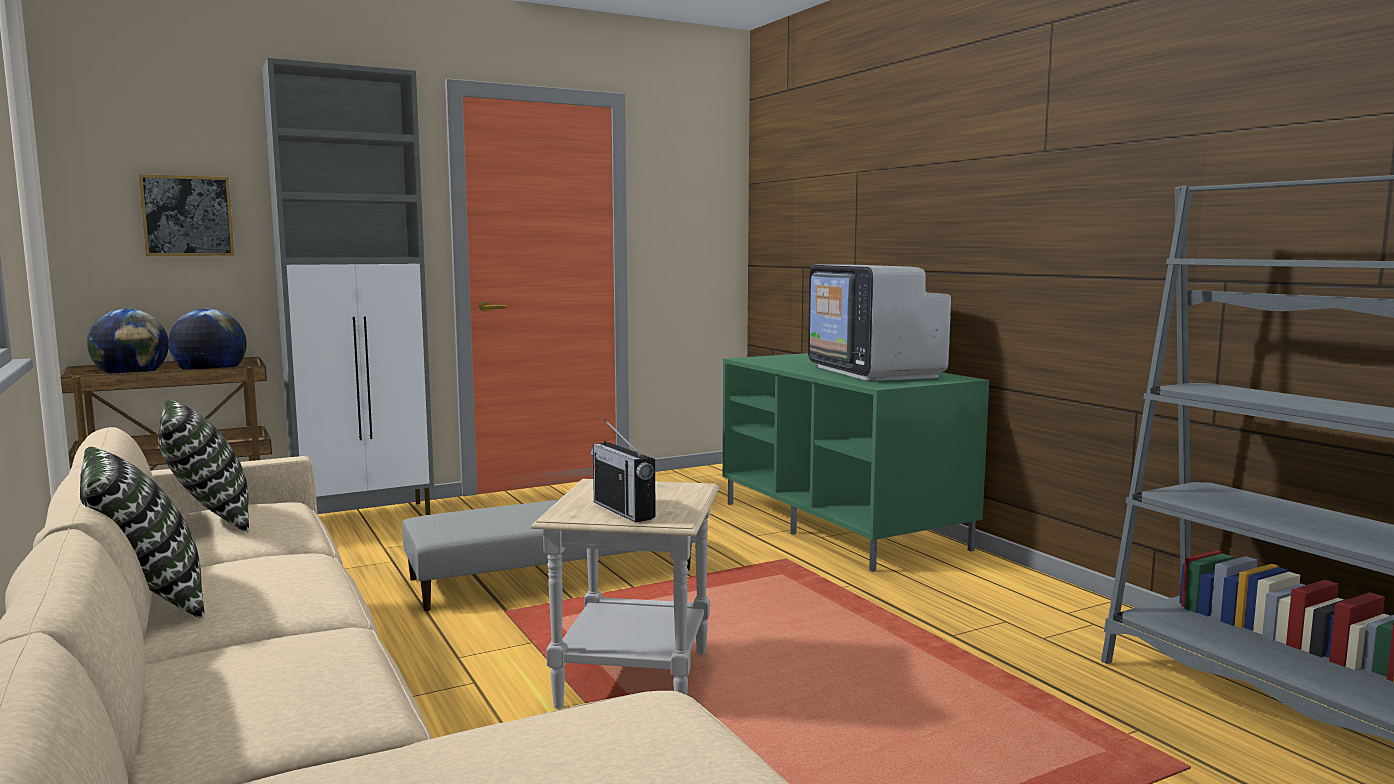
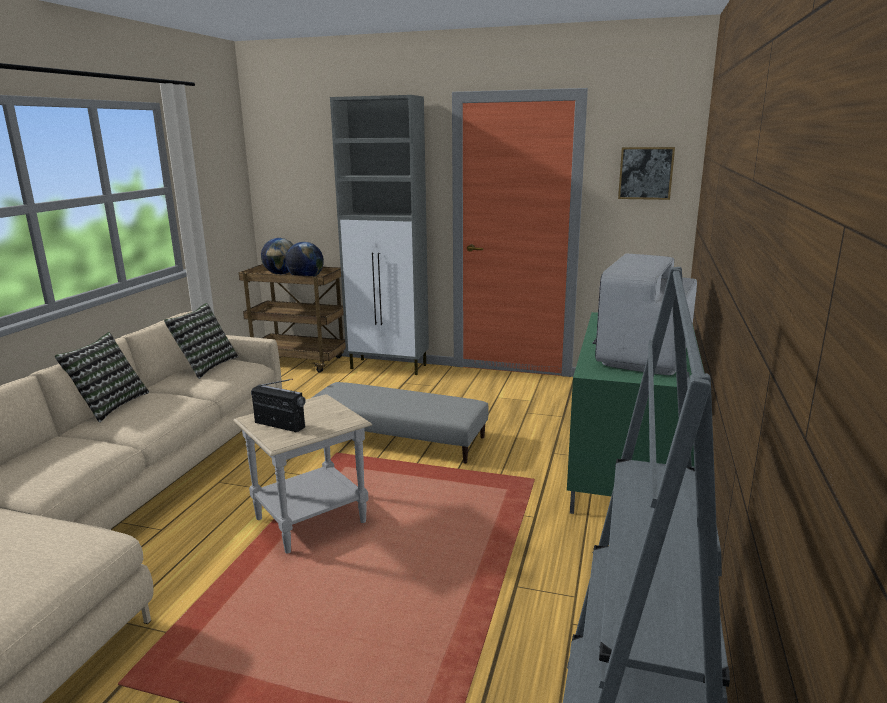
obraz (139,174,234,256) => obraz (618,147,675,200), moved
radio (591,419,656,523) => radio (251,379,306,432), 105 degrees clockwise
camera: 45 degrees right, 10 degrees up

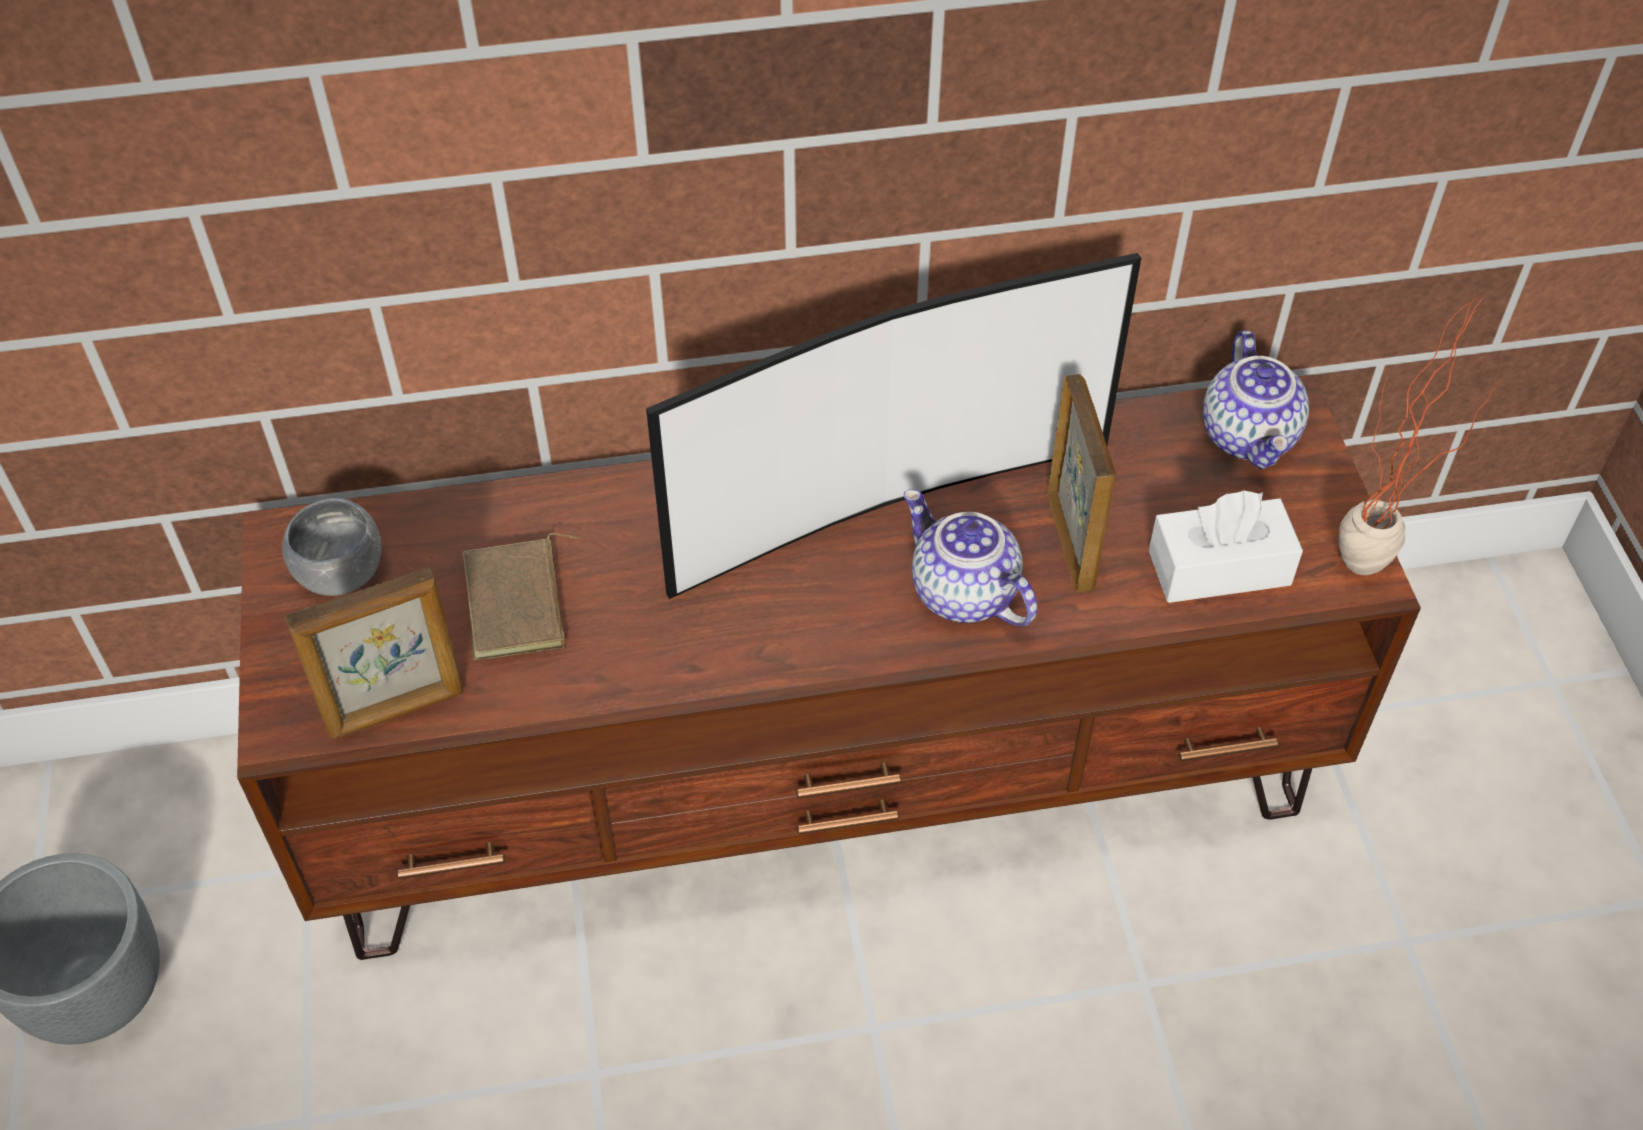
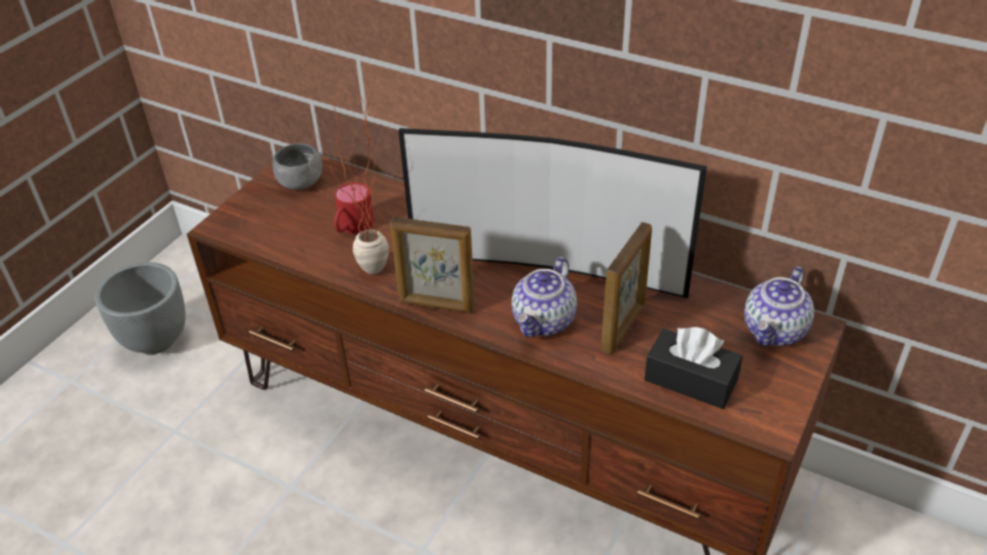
ramka na zdjęcie (285,567,464,740) => ramka na zdjęcie (390,216,475,313), moved
książka (brązowy) (463,533,579,661) => kubek (czerwony) (334,183,374,234)
imbryk (904,489,1037,627) => imbryk (511,257,577,337), 150 degrees counterclockwise
pudełko chusteczek (biały) (1149,490,1303,603) => pudełko chusteczek (czarny) (644,327,743,409)
roślina doniczkowa (1338,294,1498,575) => roślina doniczkowa (315,87,389,274), moved
camera: 40 degrees right, 10 degrees down

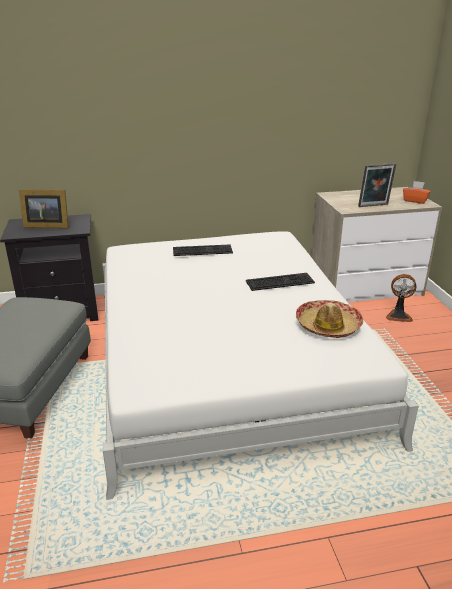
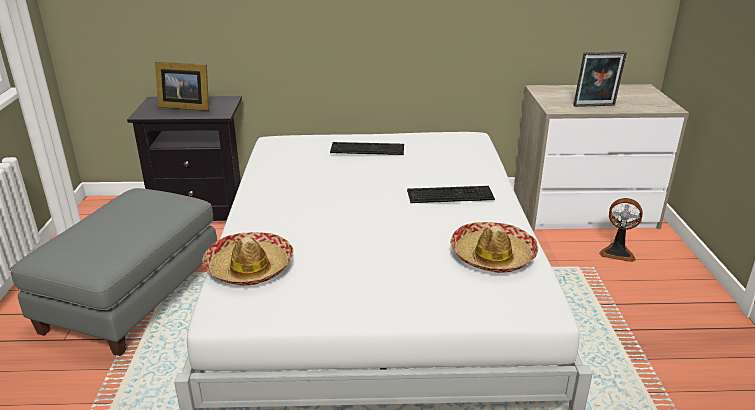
pudełko chusteczek (pomarańczowy) (403,181,431,204) => nothing
nothing => kapelusz (202,232,293,286)
camera: 10 degrees right, 0 degrees up

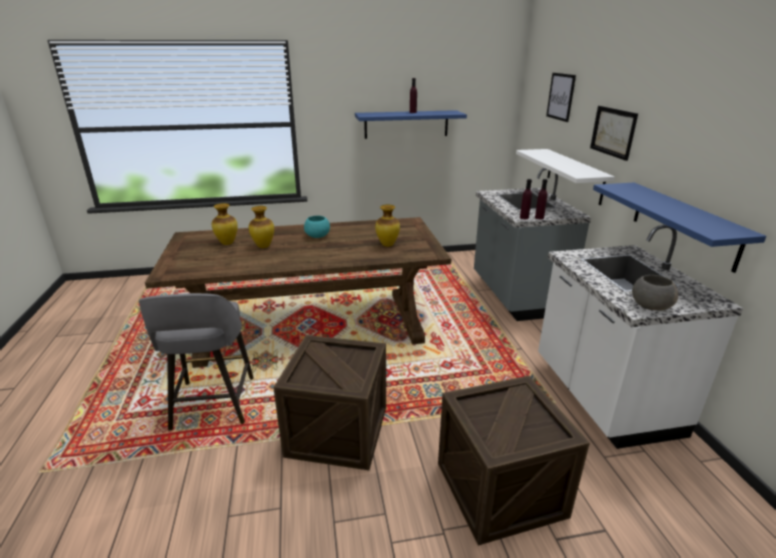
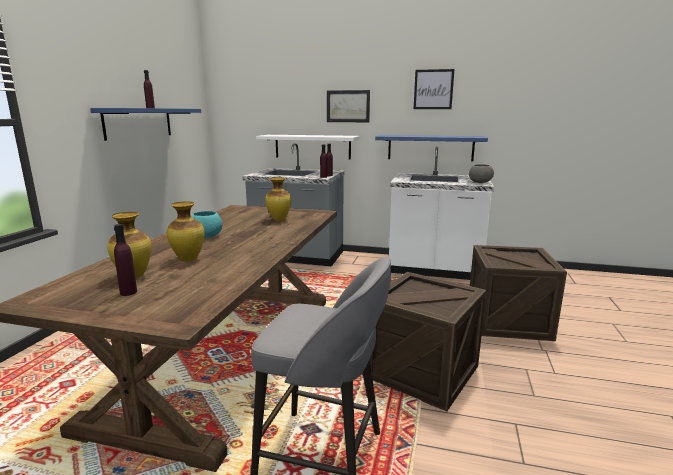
obraz (546,73,576,122) => obraz (414,69,454,109), moved
nothing => butelka (fioletowy) (114,224,137,296)
camera: 65 degrees left, 10 degrees down

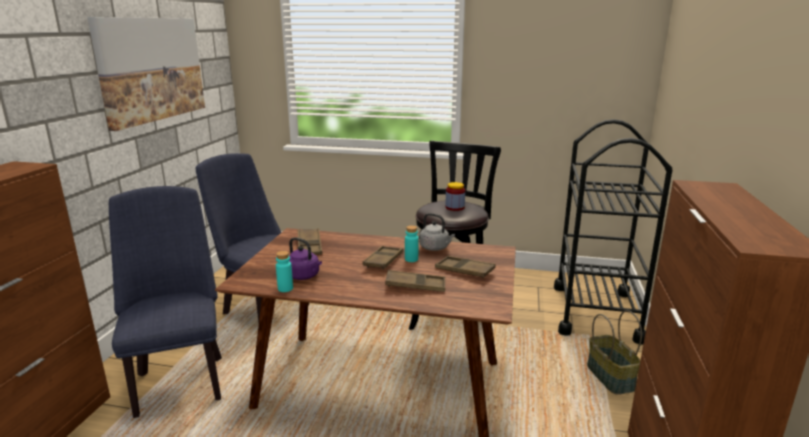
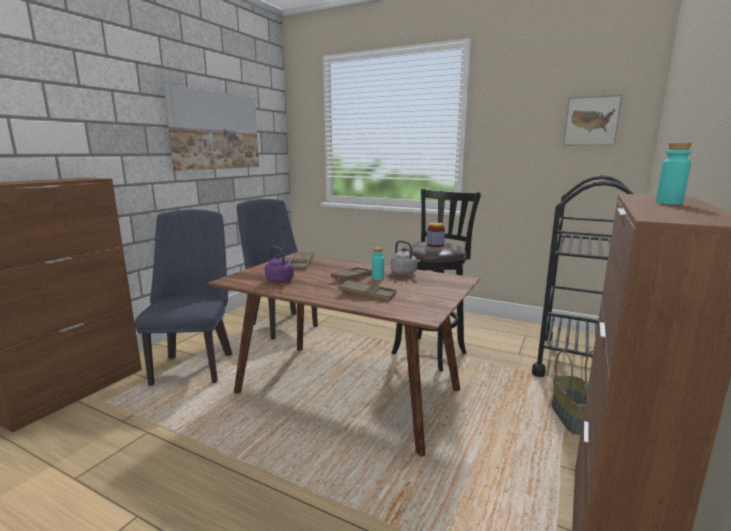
butelka (turkusowy) (276,251,293,292) => butelka (turkusowy) (656,143,692,205), moved
taca (brązowy) (435,256,495,278) => nothing
nothing => obraz (563,94,623,146)
camera: 15 degrees right, 5 degrees down

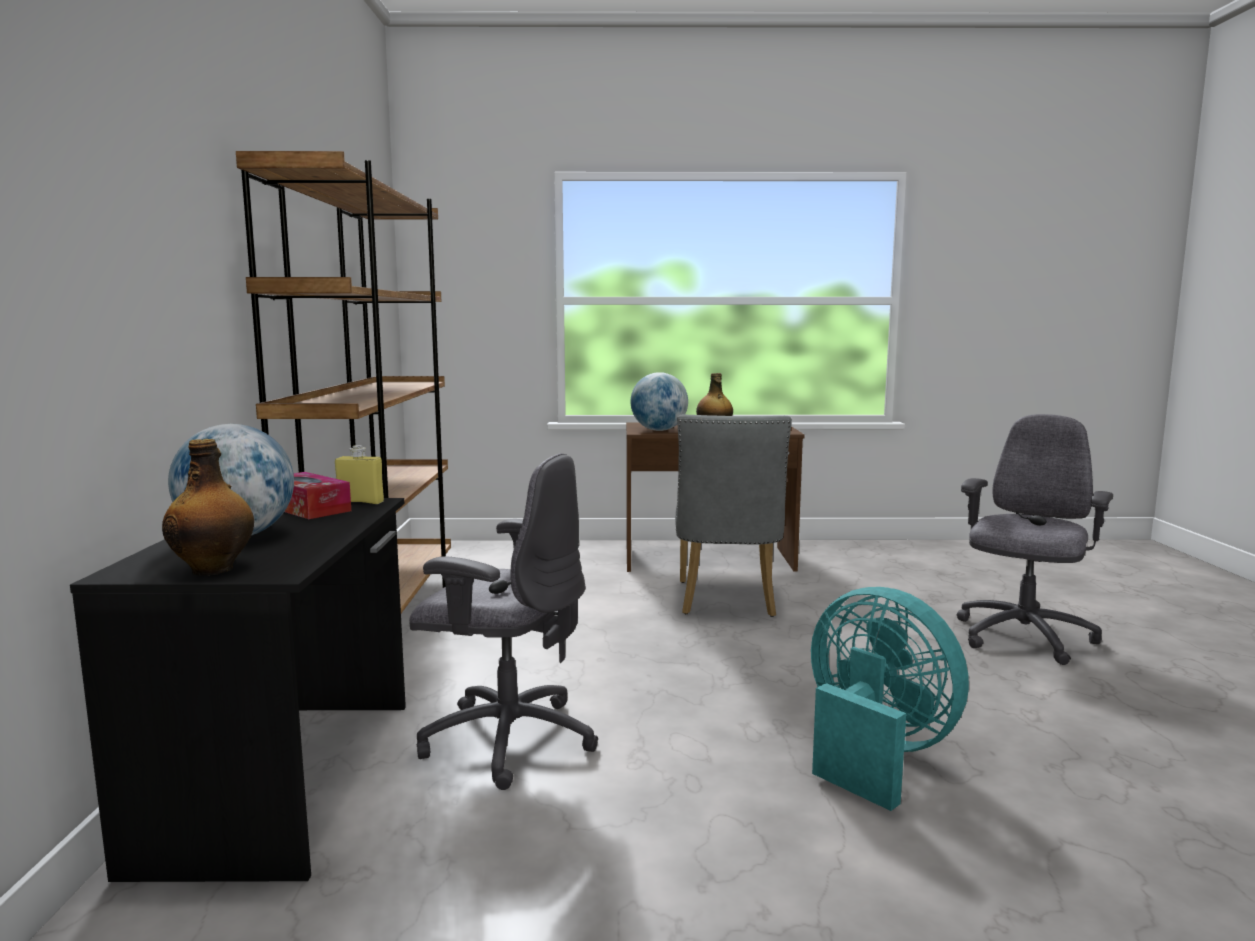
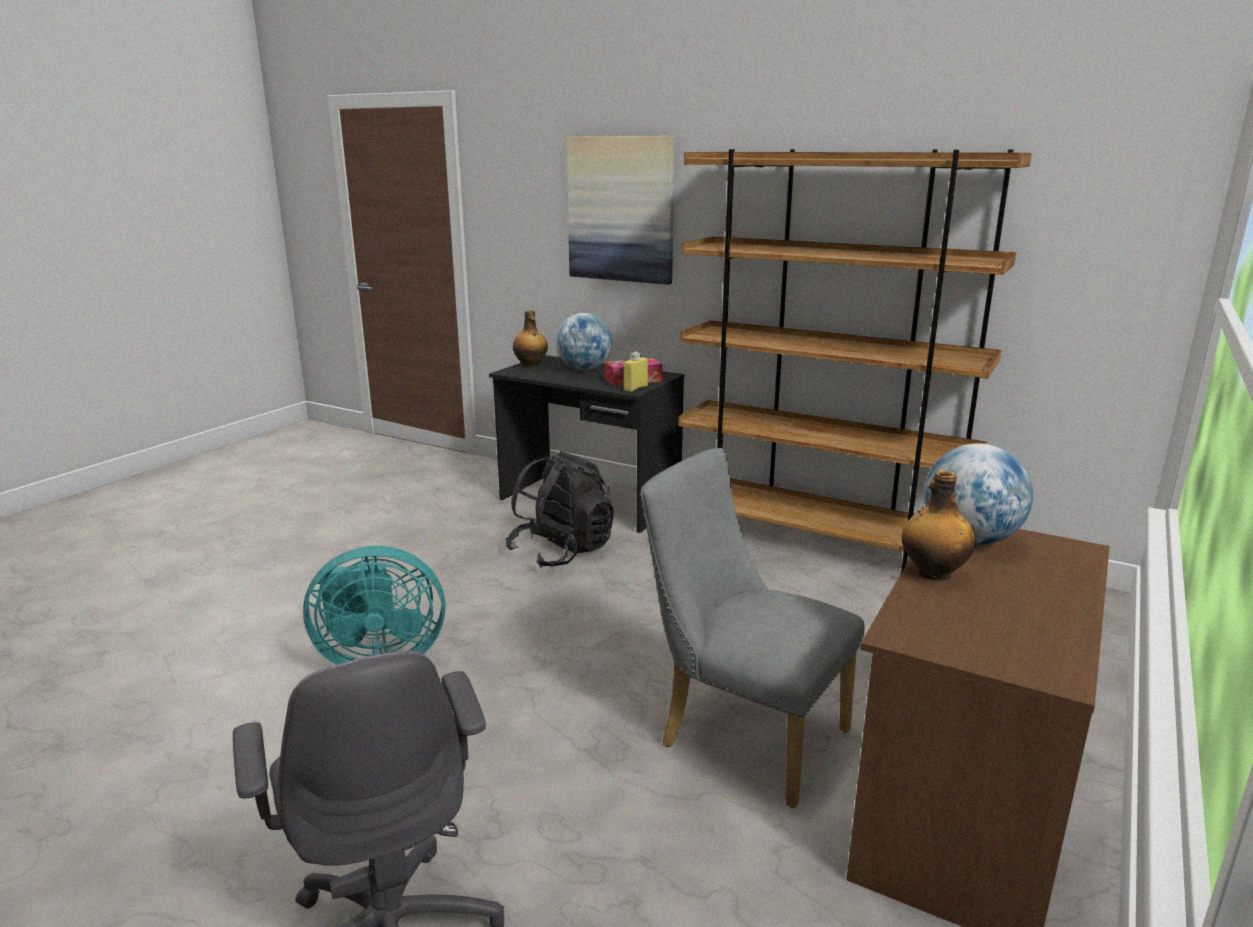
krzesło biurowe (szary) (409,453,598,790) => plecak (czarny) (506,451,614,568)
nothing => obraz (566,136,675,285)
camera: 120 degrees right, 10 degrees up

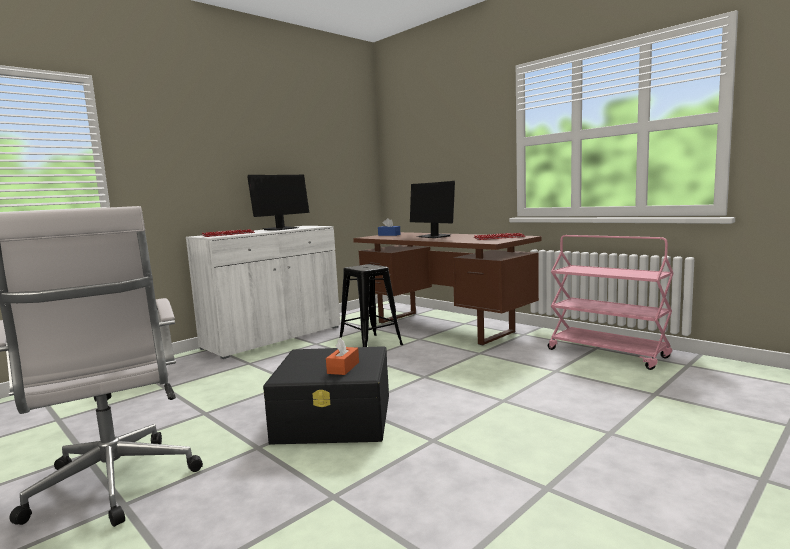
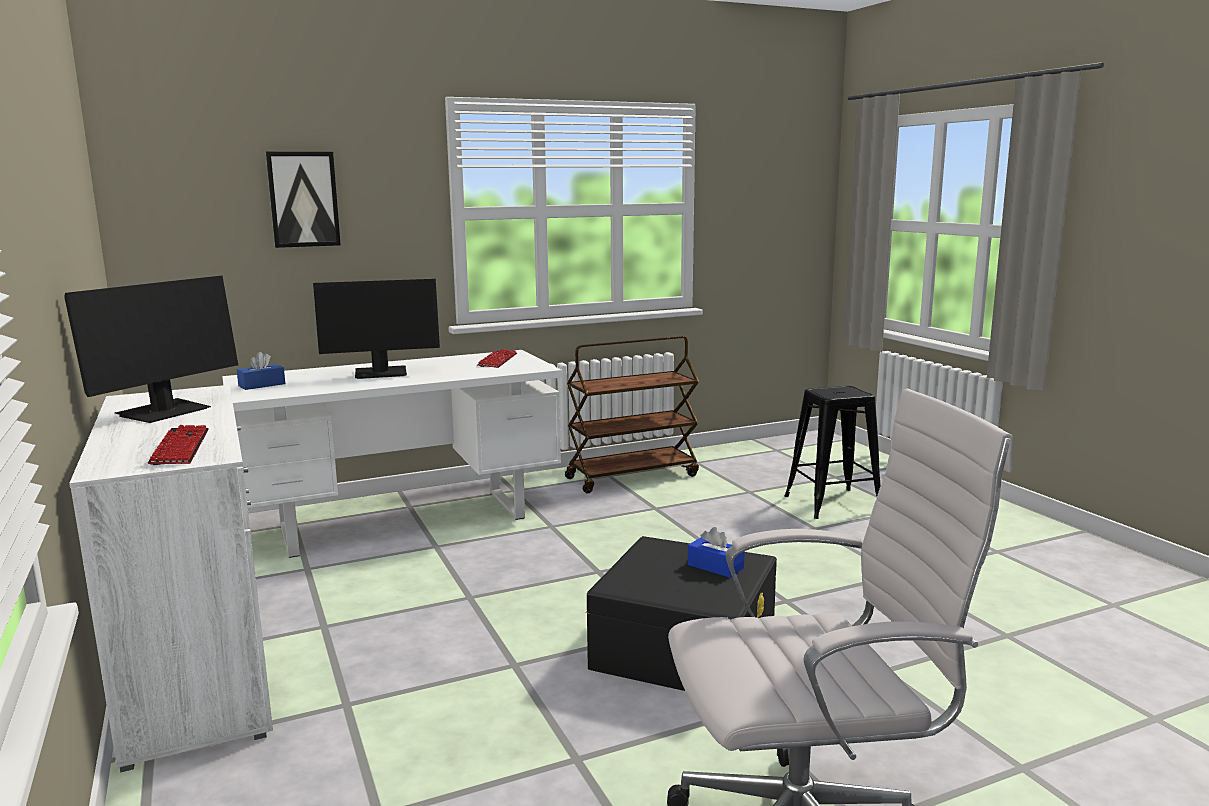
monitor (247,175,309,230) => monitor (64,276,238,423), 60 degrees clockwise
pudełko chusteczek (pomarańczowy) (326,338,359,375) => pudełko chusteczek (niebieski) (688,527,745,578)
stołek (czarny) (340,264,403,347) => stołek (czarny) (785,386,880,519), moved
biurko (brązowy) (353,232,542,345) => biurko (biały) (222,350,562,558)
wózek (różowy) (548,235,674,370) => wózek (brązowy) (565,336,699,493)
nothing => obraz (266,152,341,248)
camera: 70 degrees left, 5 degrees up

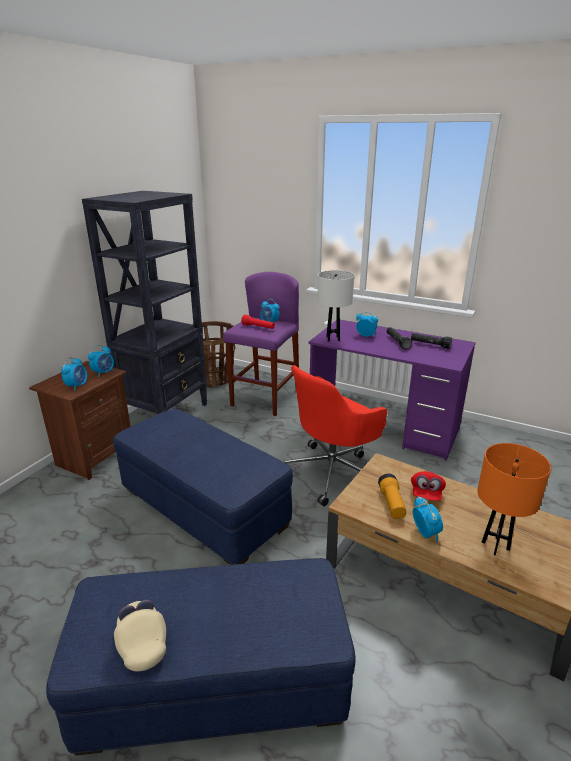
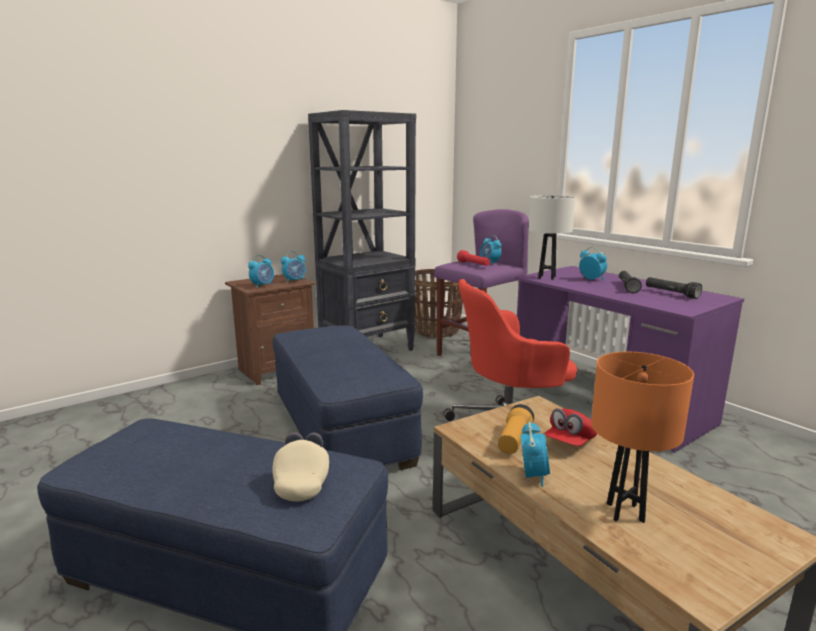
czapka z daszkiem (beżowy) (114,600,166,671) => czapka z daszkiem (beżowy) (272,432,329,502), moved
camera: 25 degrees right, 10 degrees down

